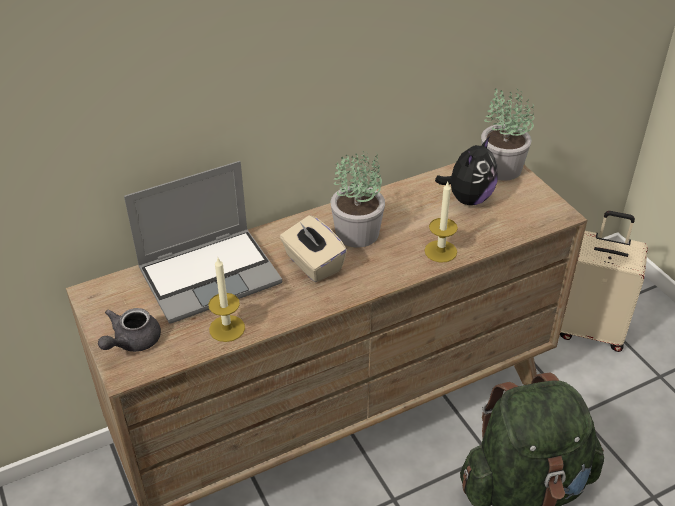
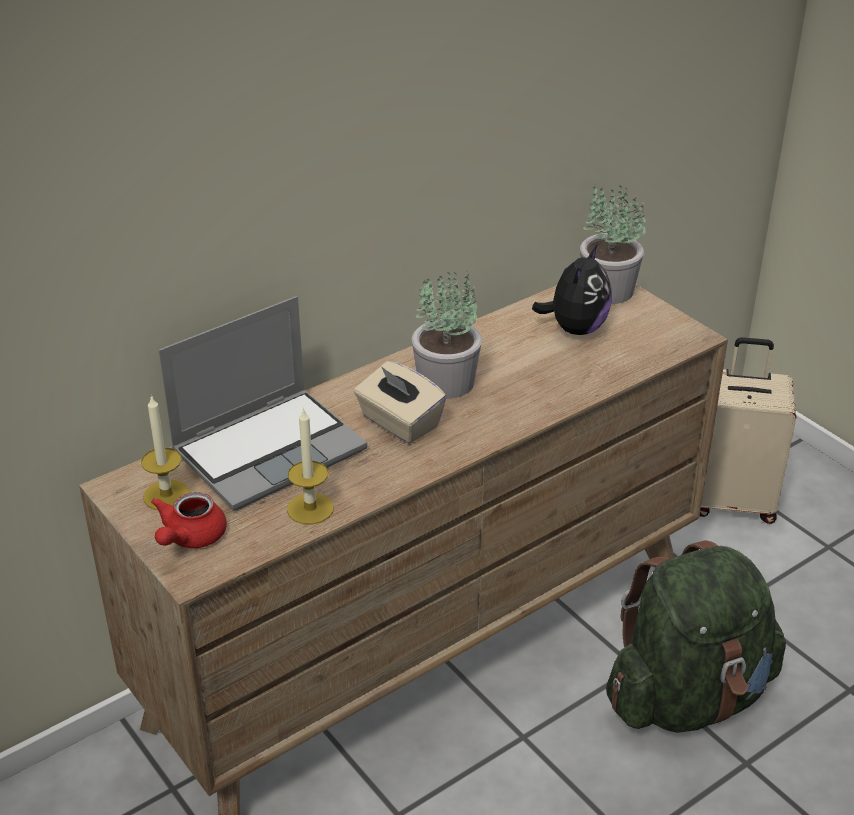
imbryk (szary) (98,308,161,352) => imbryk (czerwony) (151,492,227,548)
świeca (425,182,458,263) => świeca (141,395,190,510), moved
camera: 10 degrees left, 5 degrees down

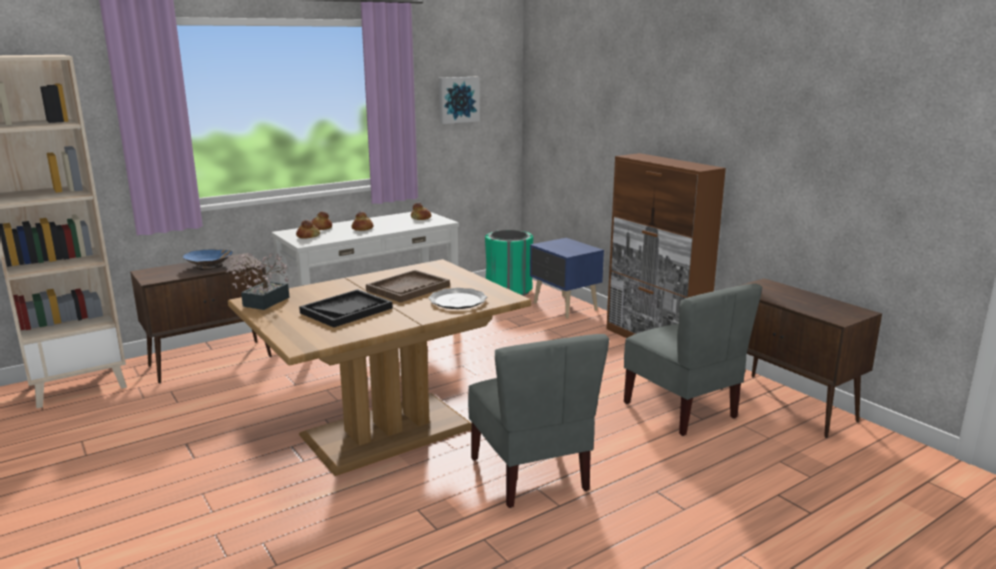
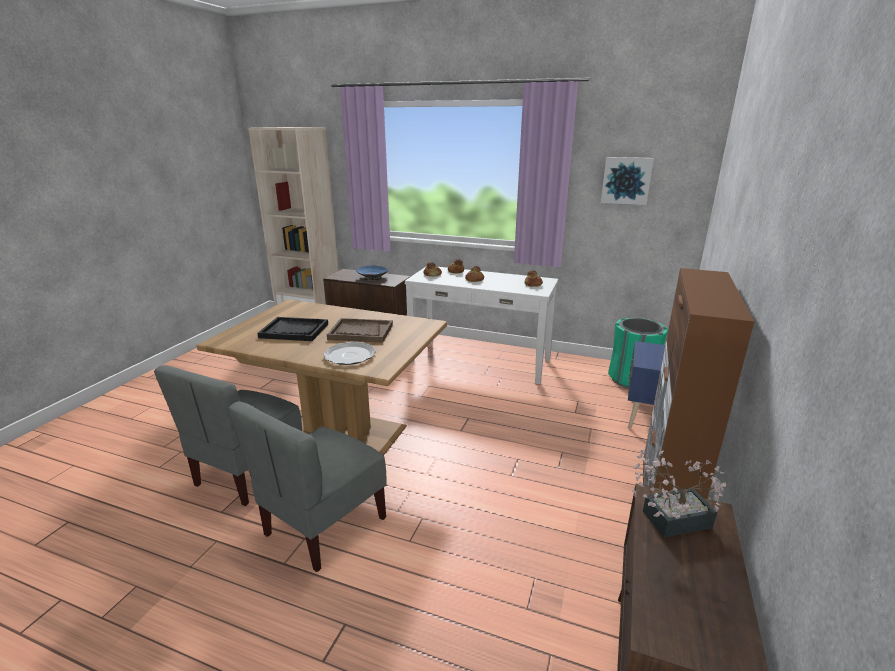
roślina doniczkowa (226,253,290,310) => roślina doniczkowa (632,449,726,537), moved
krzesło (szary) (624,284,762,436) => krzesło (szary) (154,365,302,506), moved
camera: 55 degrees right, 5 degrees up

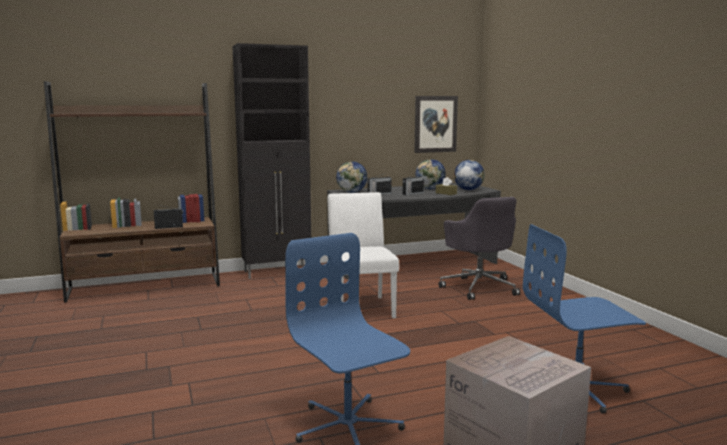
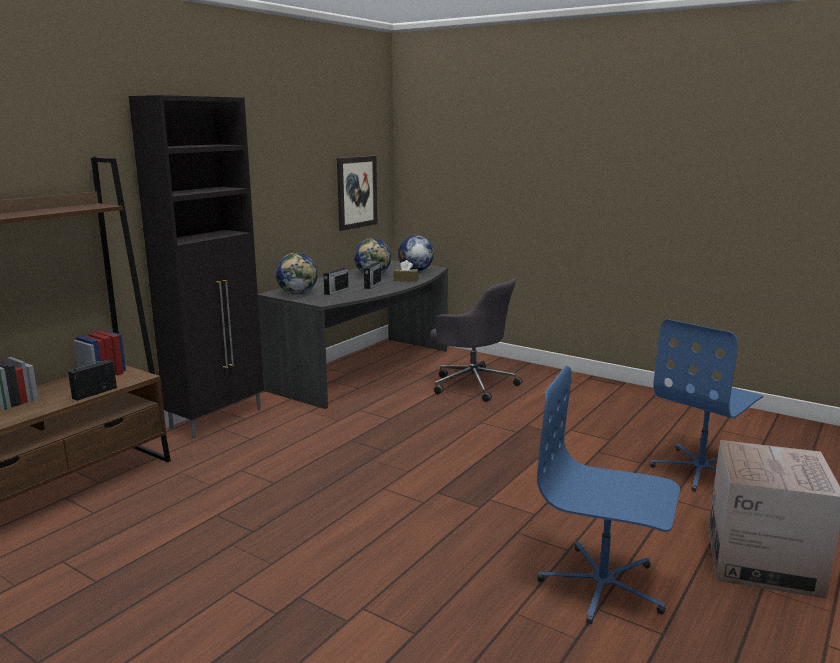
krzesło (biały) (327,192,399,318) => nothing
camera: 35 degrees left, 5 degrees up

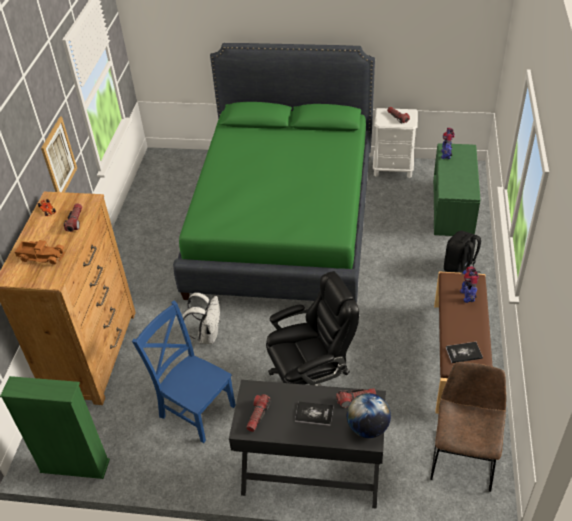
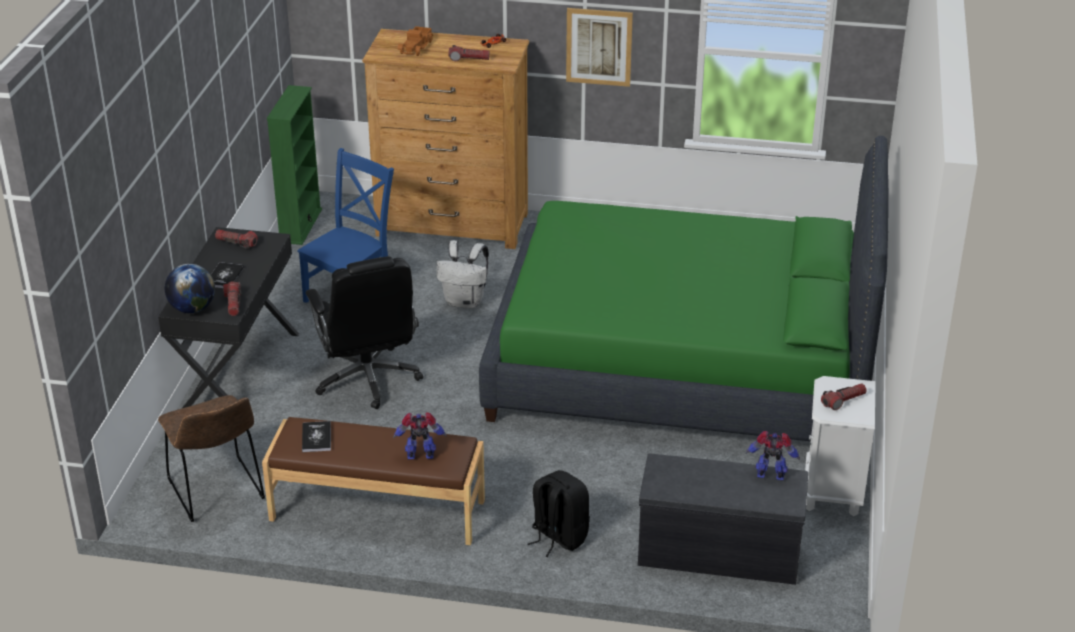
krzesło (brązowy) (430,362,506,492) => krzesło (brązowy) (158,395,265,522), 45 degrees clockwise
ławka (zielony) (433,144,480,236) => ławka (szary) (638,453,808,585)
camera: 90 degrees right, 10 degrees down

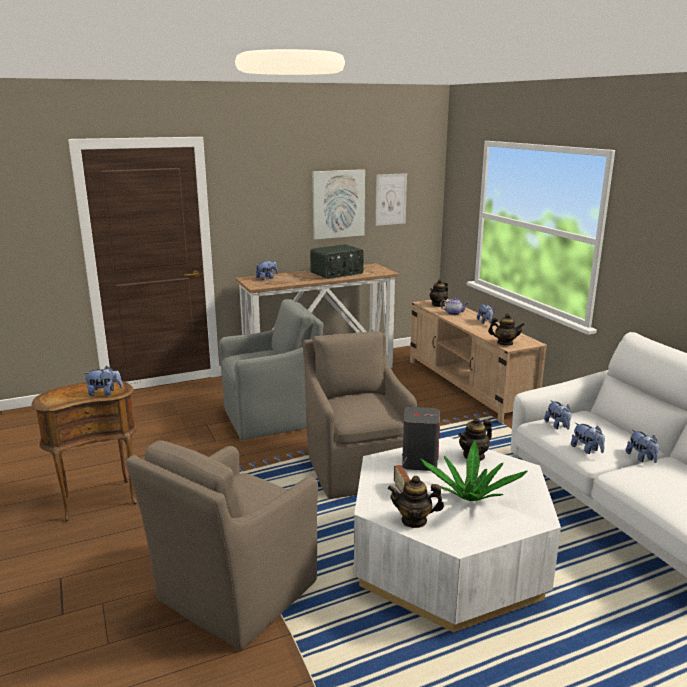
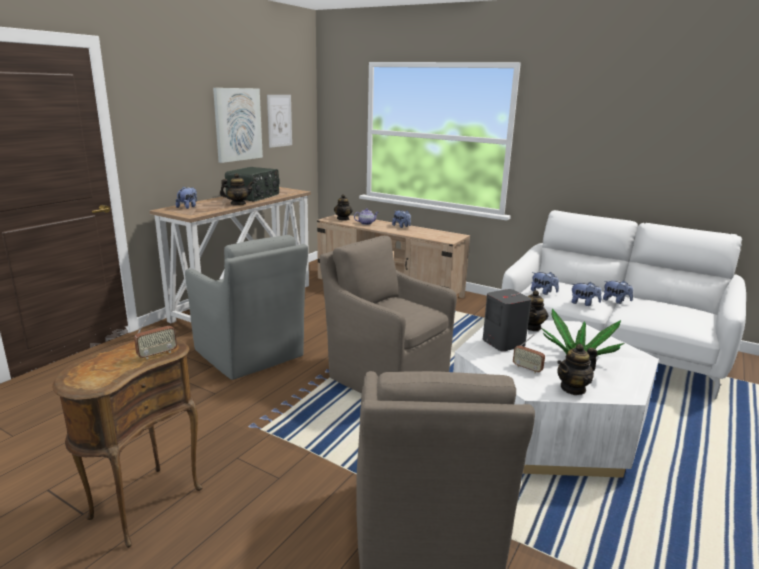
pluszak (83,366,123,396) => radio (134,310,177,359)
fotel (szary) (219,299,323,440) => fotel (szary) (185,235,308,380), 105 degrees clockwise
imbryk (488,313,525,346) => imbryk (220,173,254,205), moved
camera: 35 degrees left, 0 degrees up

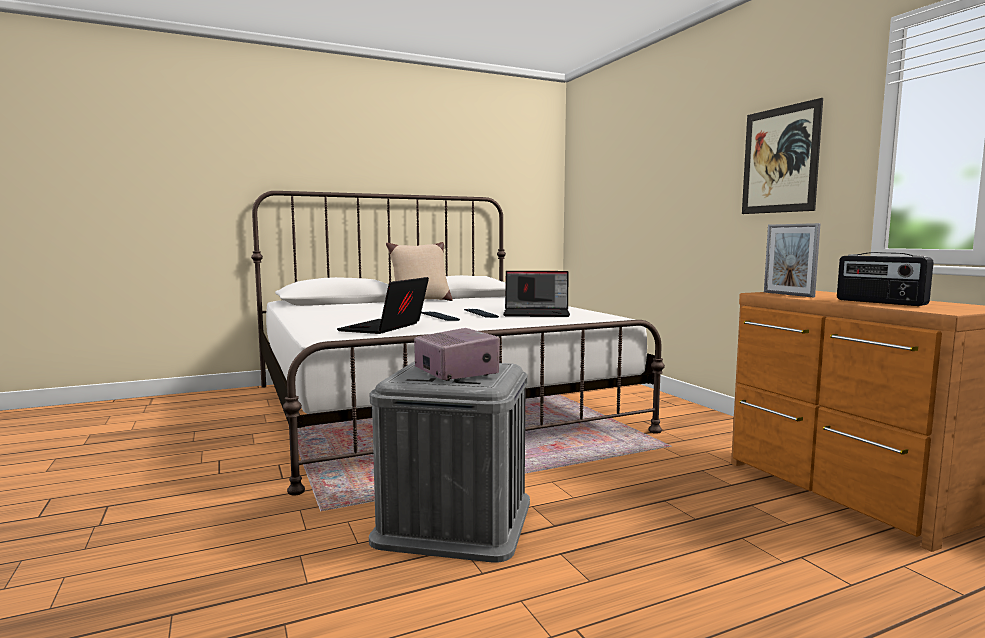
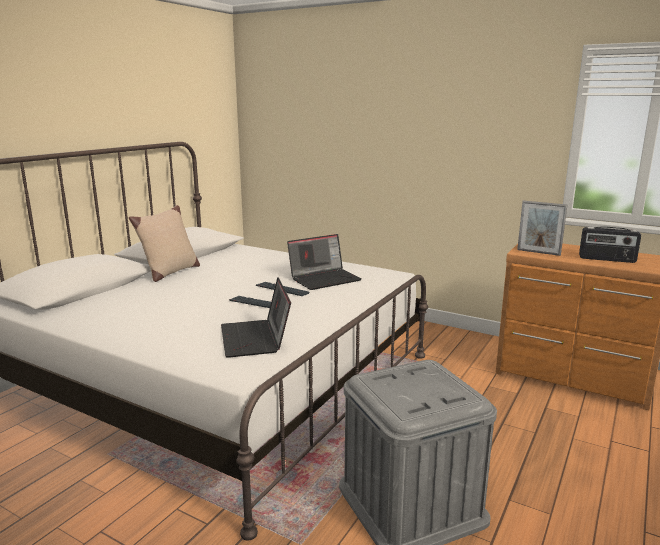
radio (414,328,500,381) => nothing
obraz (742,98,823,214) => nothing
camera: 35 degrees left, 10 degrees up

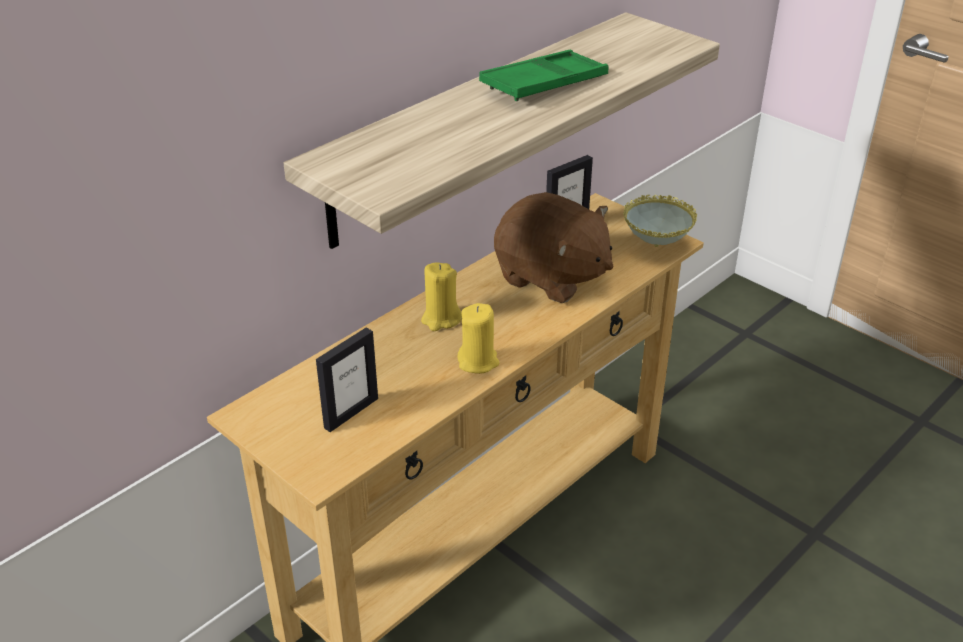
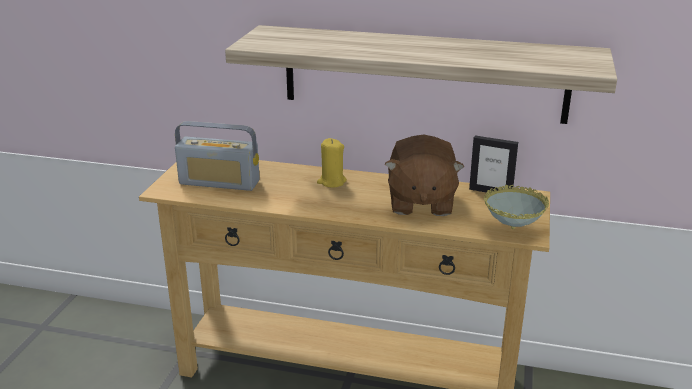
ramka na zdjęcie (316,327,378,432) => radio (175,121,260,191)
świeca (żółty) (457,303,500,374) => nothing
taca (zielony) (479,50,609,101) => nothing
camera: 60 degrees right, 10 degrees down

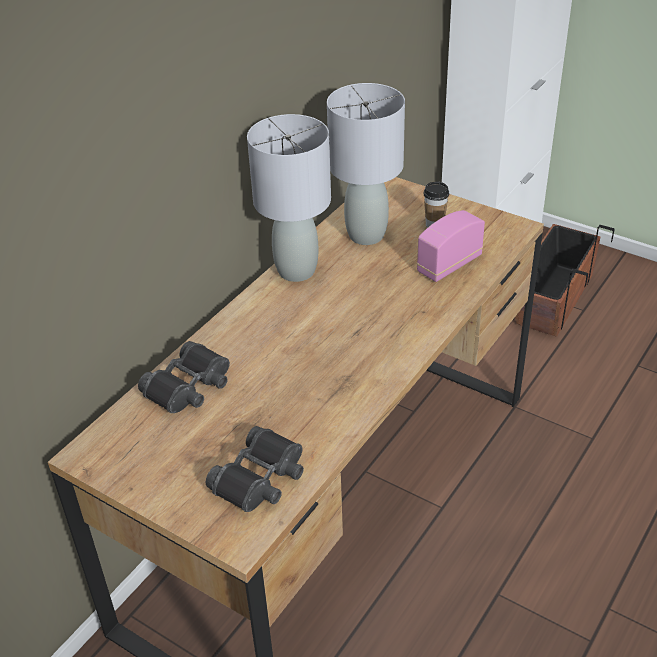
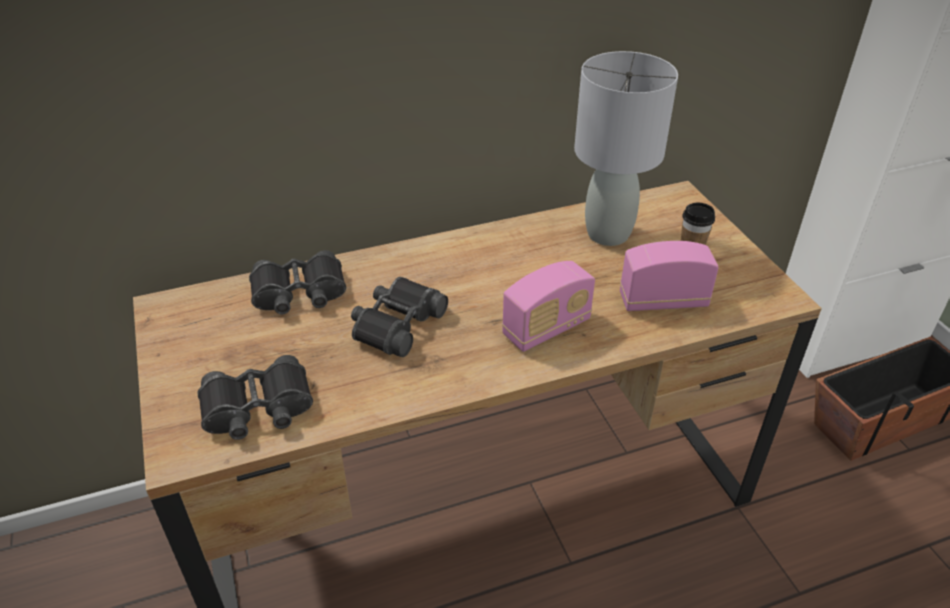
lampa stołowa (szary) (247,114,331,282) => nothing
nothing => lornetka (czarny) (351,277,448,357)
nothing => radio (502,261,595,352)
camera: 35 degrees right, 0 degrees up

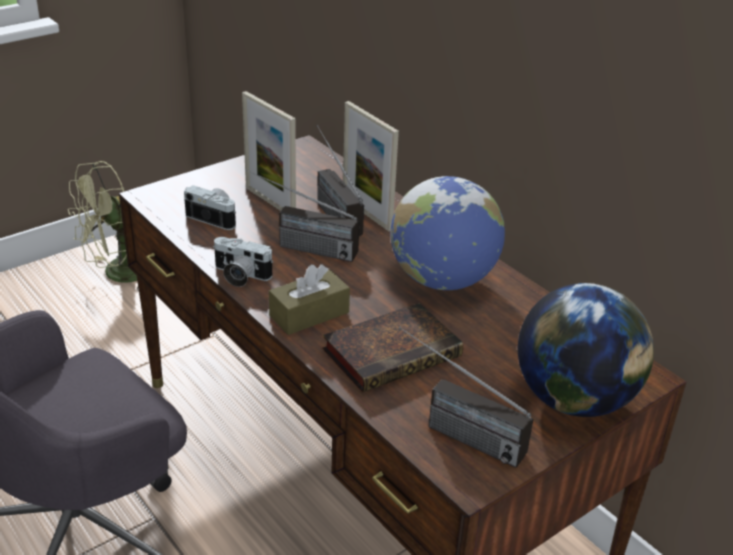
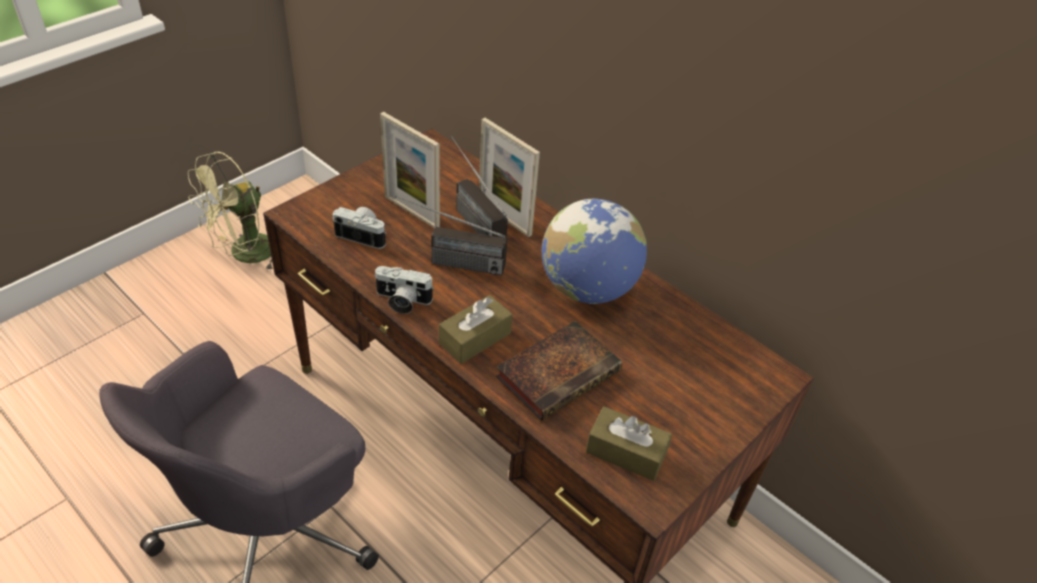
radio (399,327,533,468) => pudełko chusteczek (brązowy) (586,406,672,481)
globus (518,283,654,417) => nothing
camera: 10 degrees left, 10 degrees up

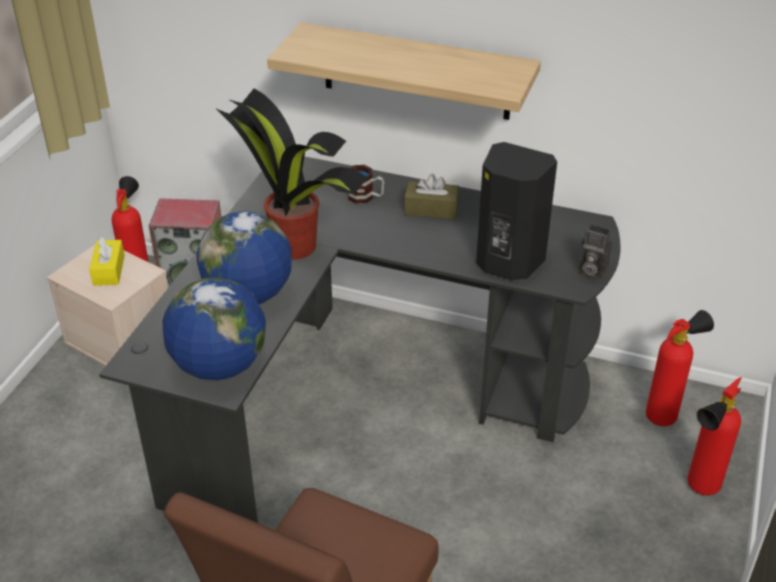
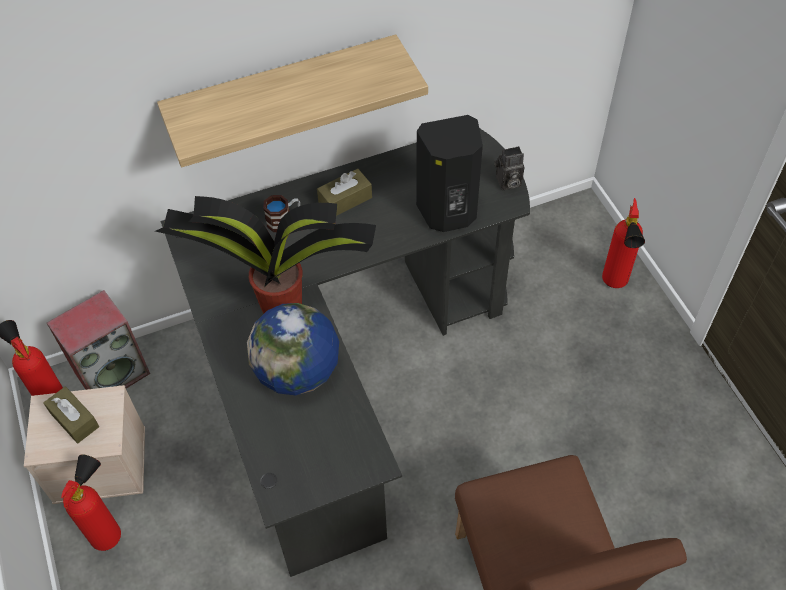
pudełko chusteczek (żółty) (89,237,125,286) => pudełko chusteczek (brązowy) (43,386,99,444)
globus (163,277,266,380) => nothing
gaśnica (646,310,714,426) => gaśnica (61,454,121,551), moved
camera: 40 degrees left, 15 degrees up

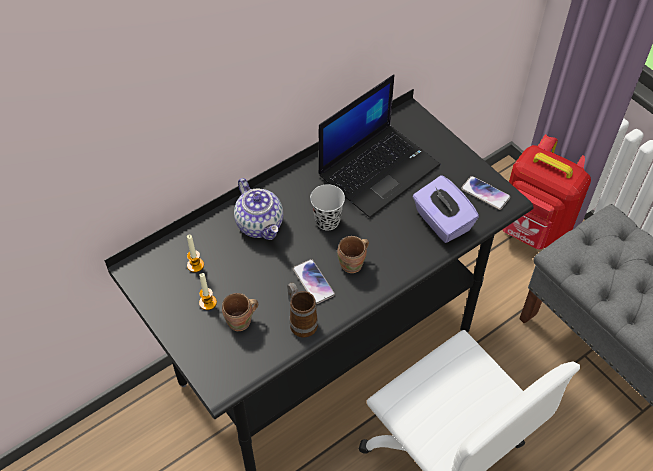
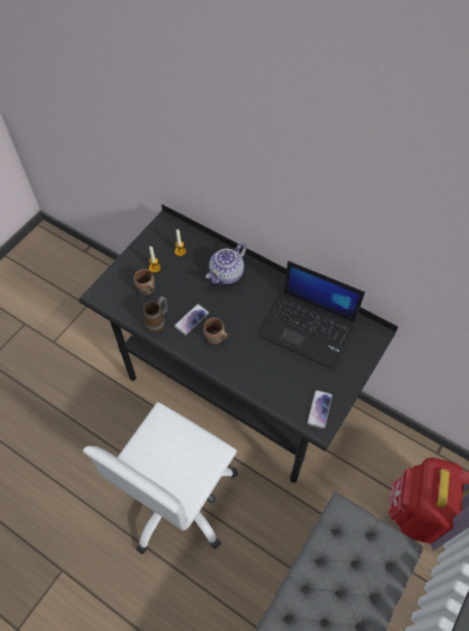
filiżanka (czarny) (310,184,345,230) => nothing
pudełko chusteczek (fioletowy) (413,175,479,243) => nothing
camera: 70 degrees right, 5 degrees up

